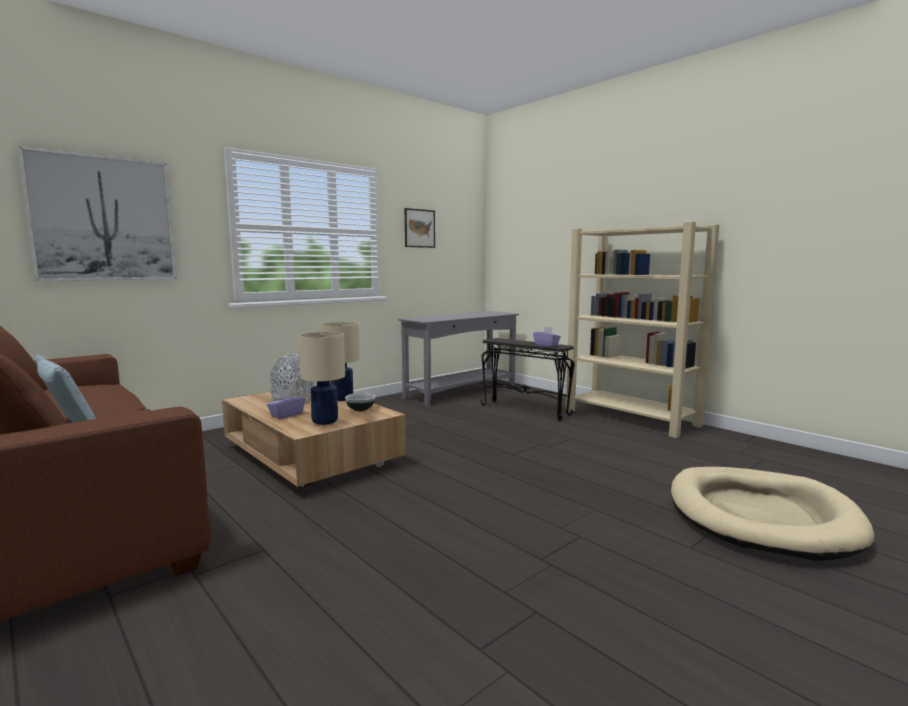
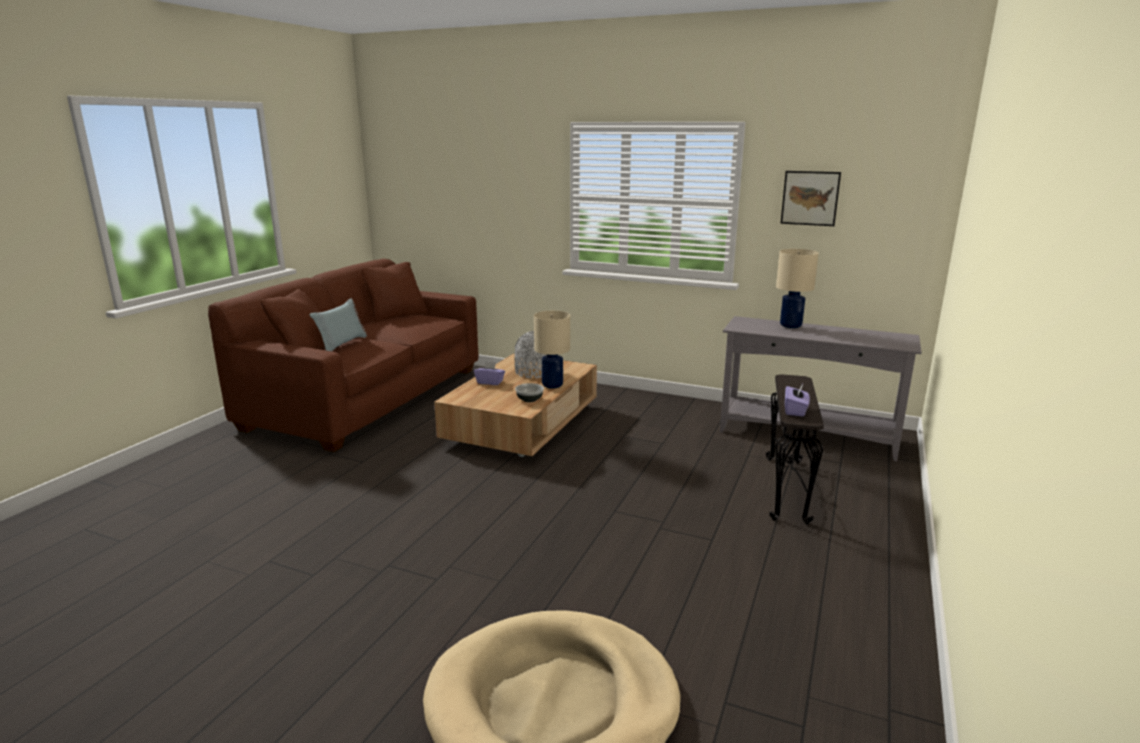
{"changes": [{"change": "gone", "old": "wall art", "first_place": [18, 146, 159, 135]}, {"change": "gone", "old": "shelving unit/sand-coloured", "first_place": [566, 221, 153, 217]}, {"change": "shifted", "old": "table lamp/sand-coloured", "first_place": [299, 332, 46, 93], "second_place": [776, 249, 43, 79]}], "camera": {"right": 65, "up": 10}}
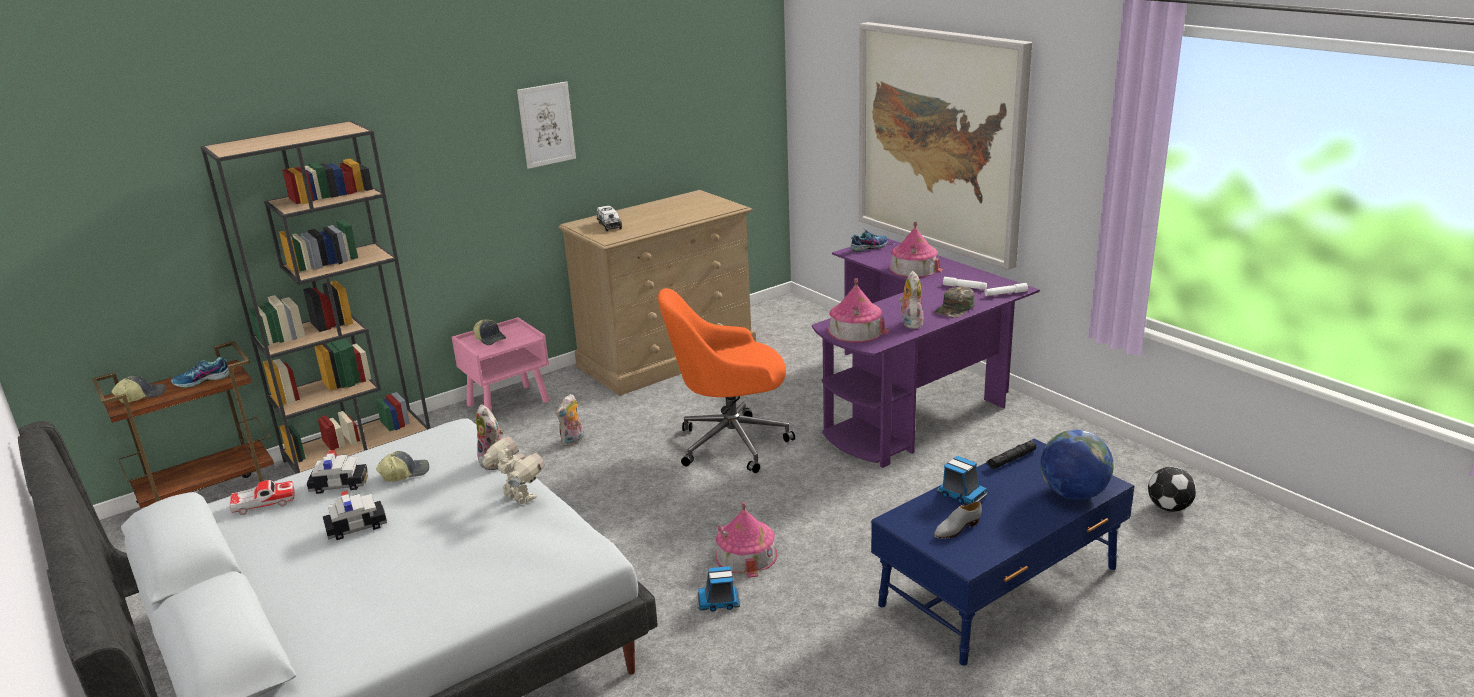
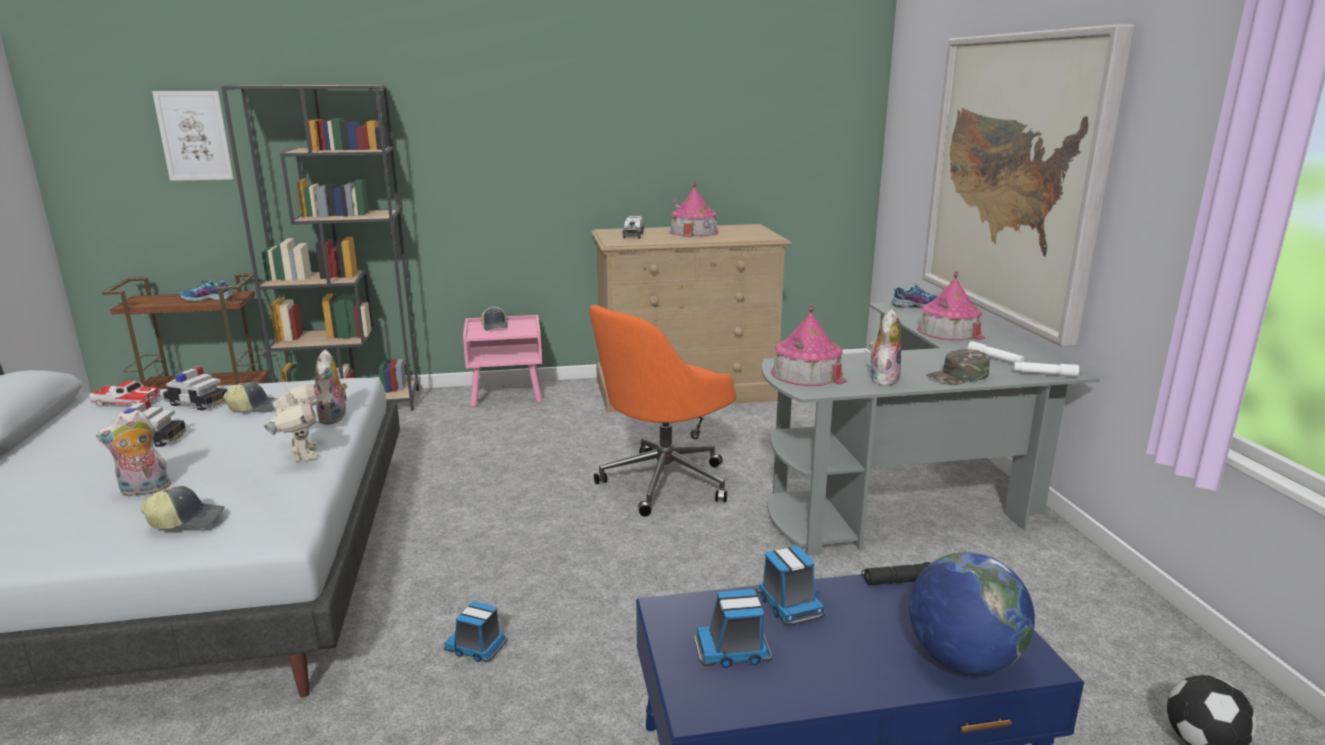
{"changes": [{"change": "shifted", "old": "cap", "first_place": [112, 376, 53, 27], "second_place": [140, 486, 84, 43]}, {"change": "shifted", "old": "wall art", "first_place": [517, 81, 59, 88], "second_place": [152, 91, 82, 90]}, {"change": "shifted", "old": "soft toy", "first_place": [556, 394, 28, 53], "second_place": [96, 410, 76, 87]}, {"change": "shifted", "old": "miniature house", "first_place": [715, 502, 62, 76], "second_place": [669, 182, 50, 55]}, {"change": "swapped", "old": "item of footwear/gray", "new": "toy lorry", "first_place": [934, 501, 48, 38], "second_place": [694, 589, 78, 79]}, {"change": "repainted", "old": "desk unit/purple-coloured", "new": "desk unit/gray", "first_place": [812, 239, 228, 229], "second_place": [762, 303, 338, 252]}, {"change": "rotated", "old": "desk chair/orangey", "first_place": [658, 288, 137, 185], "second_place": [590, 305, 146, 212], "degrees": -60}], "camera": {"right": 25, "up": -5}}
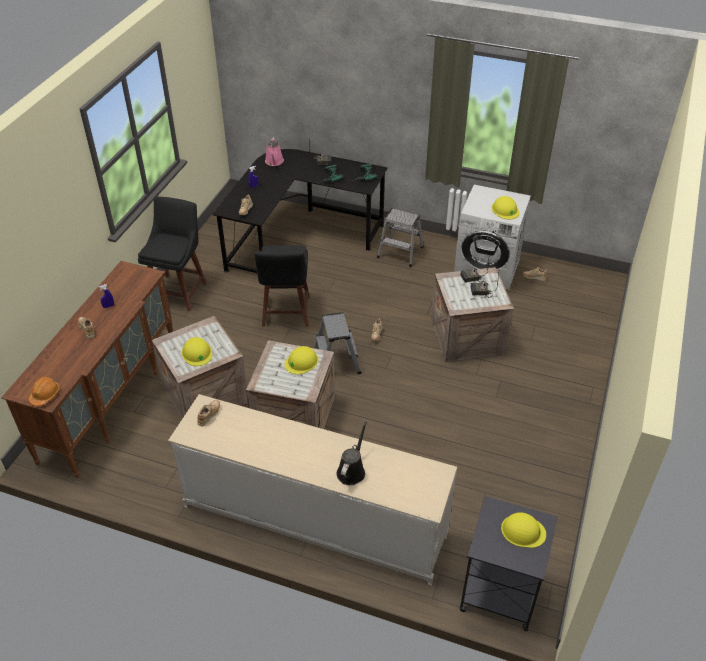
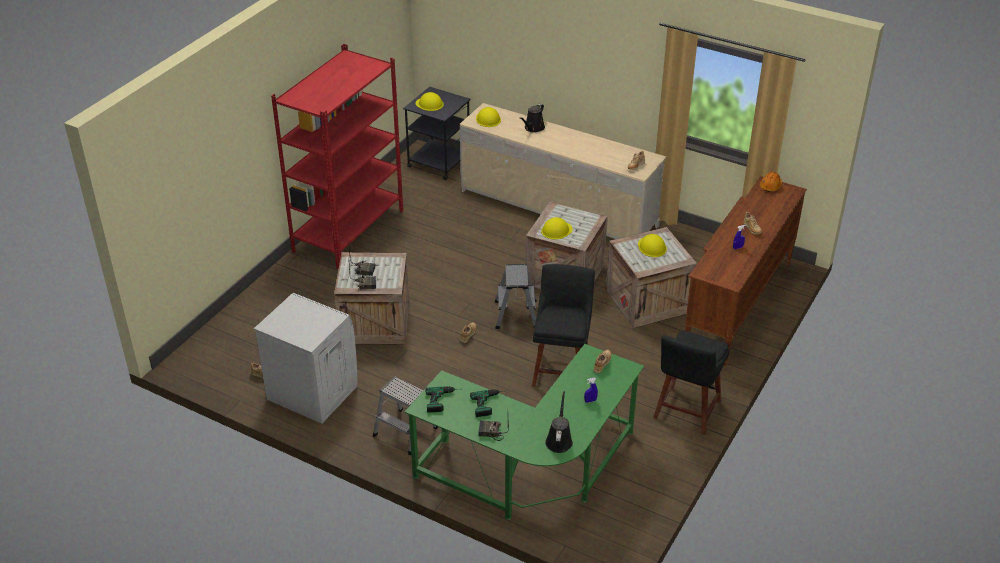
{"changes": [{"change": "new", "new": "shelving unit/red", "second_place": [271, 44, 132, 225]}, {"change": "shifted", "old": "hard hat/yellowish", "first_place": [492, 196, 28, 23], "second_place": [476, 107, 25, 20]}, {"change": "repainted", "old": "desk unit/black-coloured", "new": "desk unit/green-coloured", "first_place": [212, 149, 176, 124], "second_place": [405, 344, 239, 176]}, {"change": "repainted", "old": "watering pot/pink-coloured", "new": "watering pot/black-coloured", "first_place": [265, 137, 19, 29], "second_place": [545, 391, 28, 62]}], "camera": {"right": -170, "up": -5}}
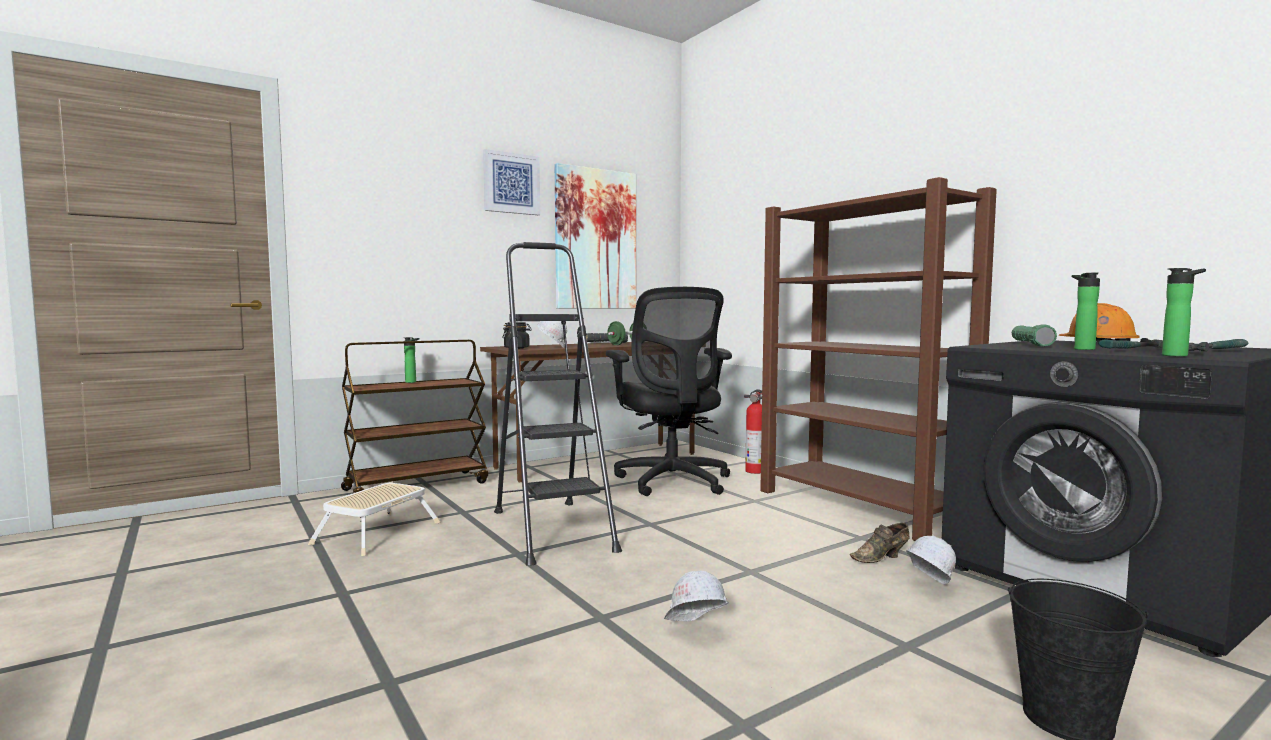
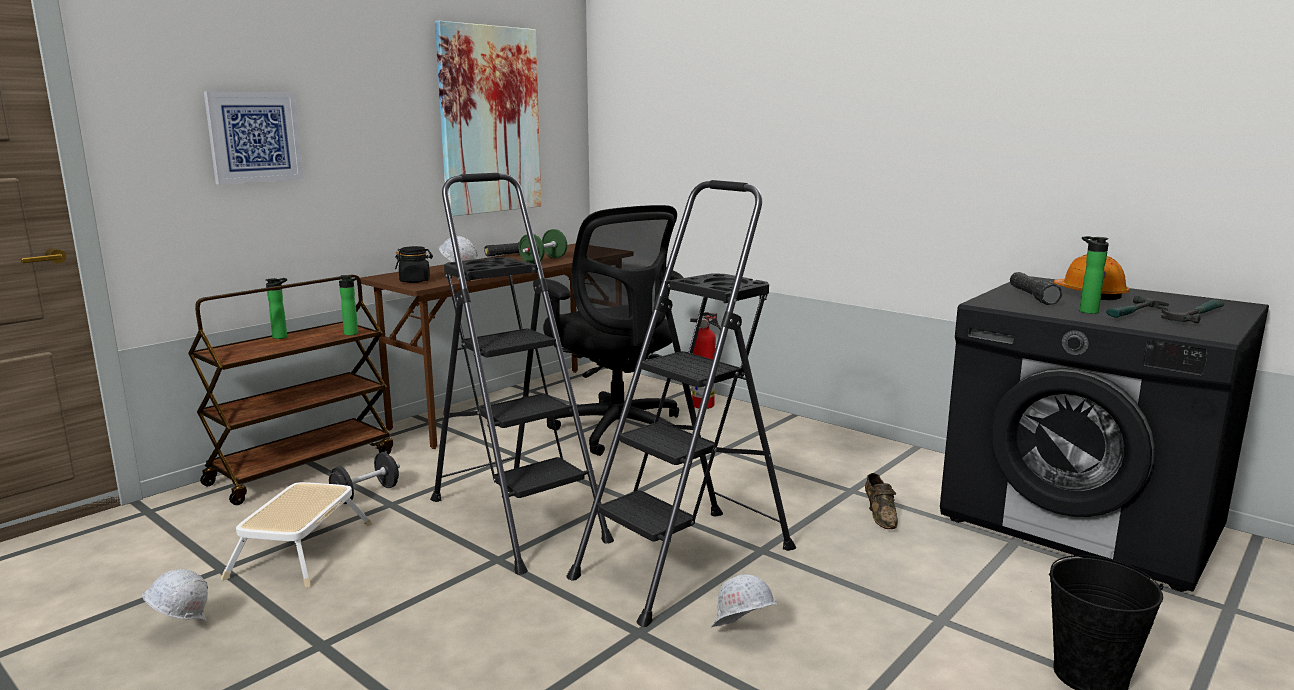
{"changes": [{"change": "gone", "old": "shelving unit/brown", "first_place": [760, 177, 237, 364]}, {"change": "new", "new": "dumbbell/black-coloured", "second_place": [329, 452, 71, 52]}, {"change": "new", "new": "step ladder", "second_place": [566, 180, 230, 447]}, {"change": "shifted", "old": "wall art", "first_place": [483, 149, 57, 66], "second_place": [204, 91, 99, 94]}, {"change": "shifted", "old": "hard hat/white", "first_place": [906, 536, 50, 49], "second_place": [142, 569, 66, 52]}, {"change": "shifted", "old": "bottle", "first_place": [1162, 268, 44, 89], "second_place": [339, 275, 19, 60]}, {"change": "repainted", "old": "flashlight/green-coloured", "new": "flashlight/black-coloured", "first_place": [1011, 324, 46, 23], "second_place": [1010, 272, 52, 33]}, {"change": "rotated", "old": "item of footwear/brown", "first_place": [850, 523, 60, 40], "second_place": [865, 473, 33, 56], "degrees": -60}], "camera": {"right": -15, "up": 10}}
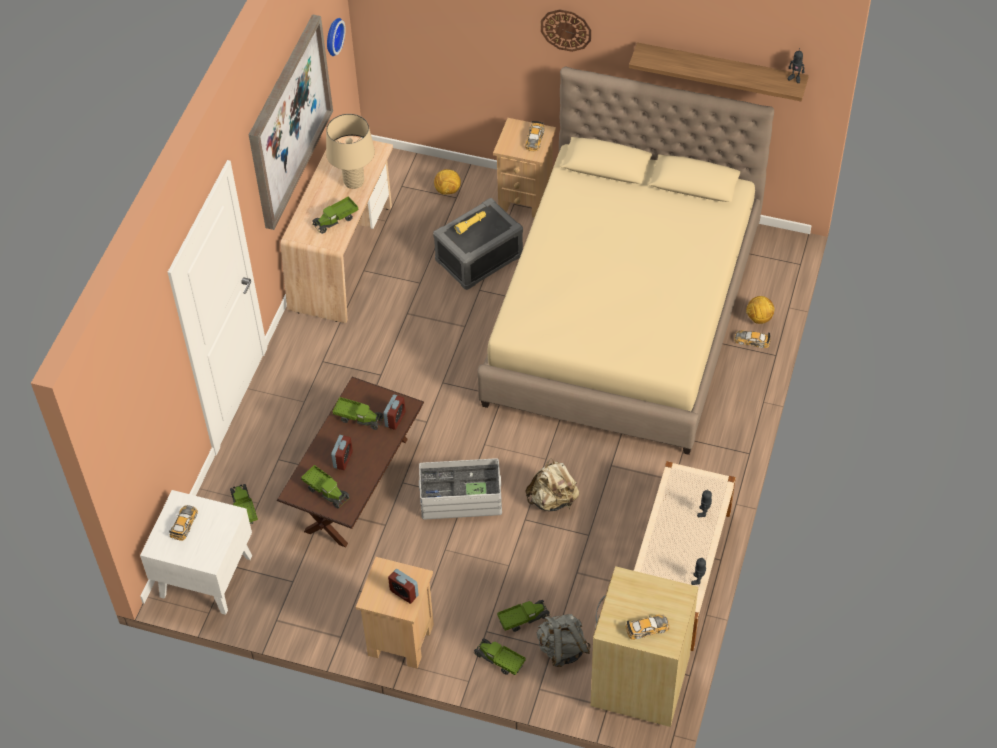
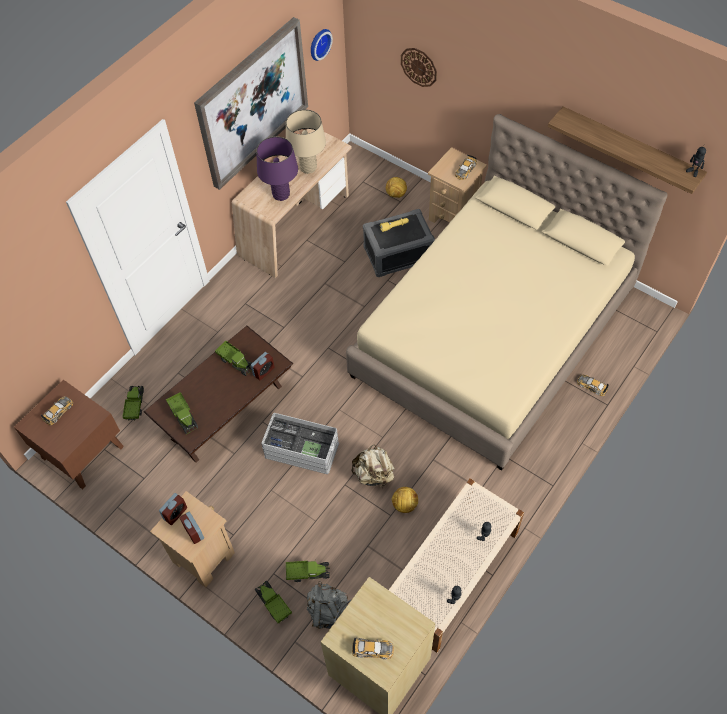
{"changes": [{"change": "shifted", "old": "table clock", "first_place": [331, 435, 22, 35], "second_place": [159, 493, 28, 32]}, {"change": "shifted", "old": "hanging clock", "first_place": [541, 9, 50, 43], "second_place": [401, 48, 36, 39]}, {"change": "shifted", "old": "football", "first_place": [746, 296, 29, 28], "second_place": [391, 487, 27, 26]}, {"change": "swapped", "old": "toy lorry", "new": "table lamp/purple-coloured", "first_place": [312, 196, 47, 38], "second_place": [256, 136, 42, 65]}, {"change": "repainted", "old": "bedside table/white", "new": "bedside table/brown", "first_place": [140, 490, 112, 125], "second_place": [14, 380, 110, 110]}], "camera": {"right": 20, "up": 5}}
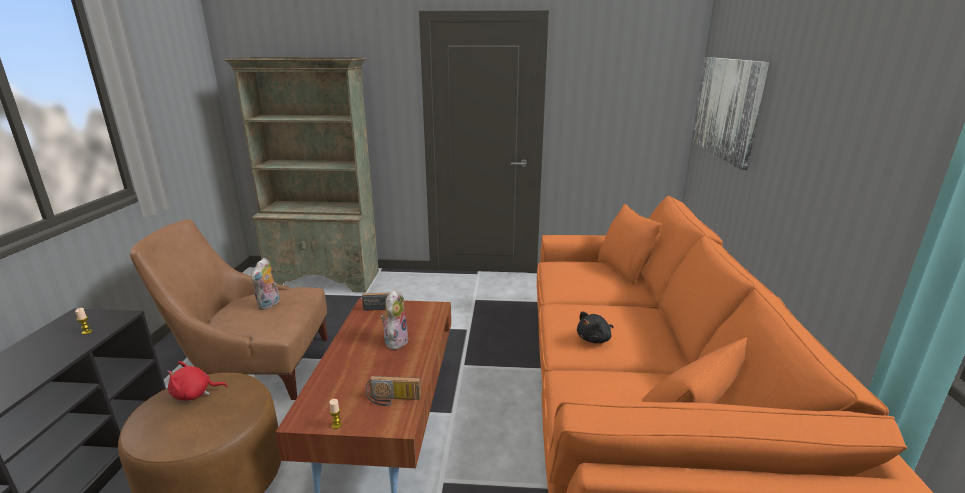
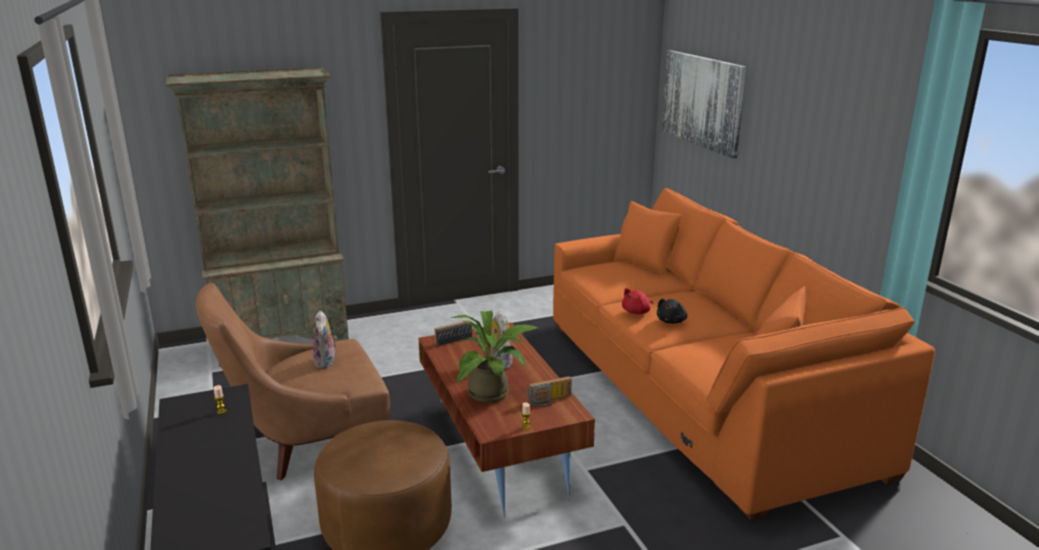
{"changes": [{"change": "new", "new": "potted plant", "second_place": [452, 310, 87, 93]}, {"change": "shifted", "old": "soft toy/red", "first_place": [166, 361, 61, 40], "second_place": [622, 288, 31, 26]}], "camera": {"right": -25, "up": 0}}
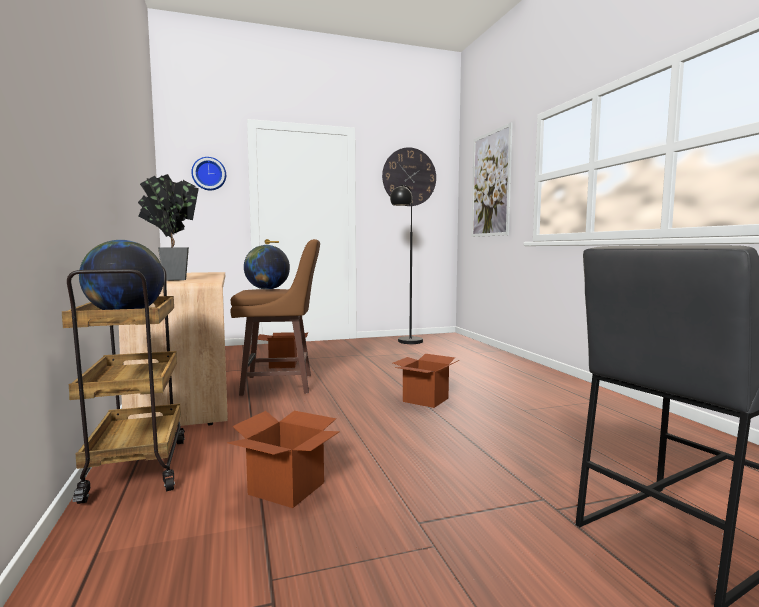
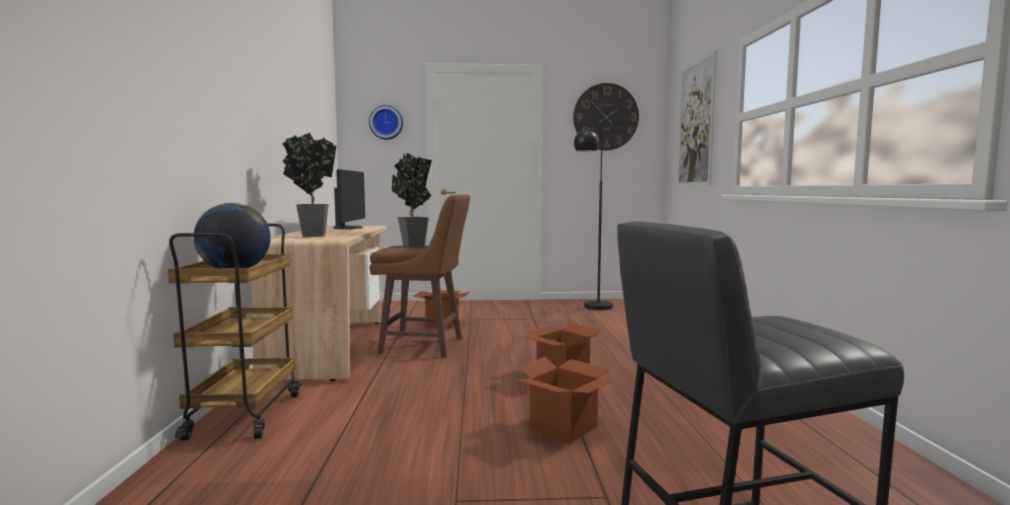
{"changes": [{"change": "new", "new": "computer display", "second_place": [334, 169, 31, 60]}, {"change": "shifted", "old": "carton", "first_place": [227, 411, 113, 97], "second_place": [516, 357, 98, 86]}, {"change": "swapped", "old": "world globe", "new": "potted plant", "first_place": [244, 245, 46, 45], "second_place": [392, 153, 40, 94]}], "camera": {"right": 15, "up": 0}}
